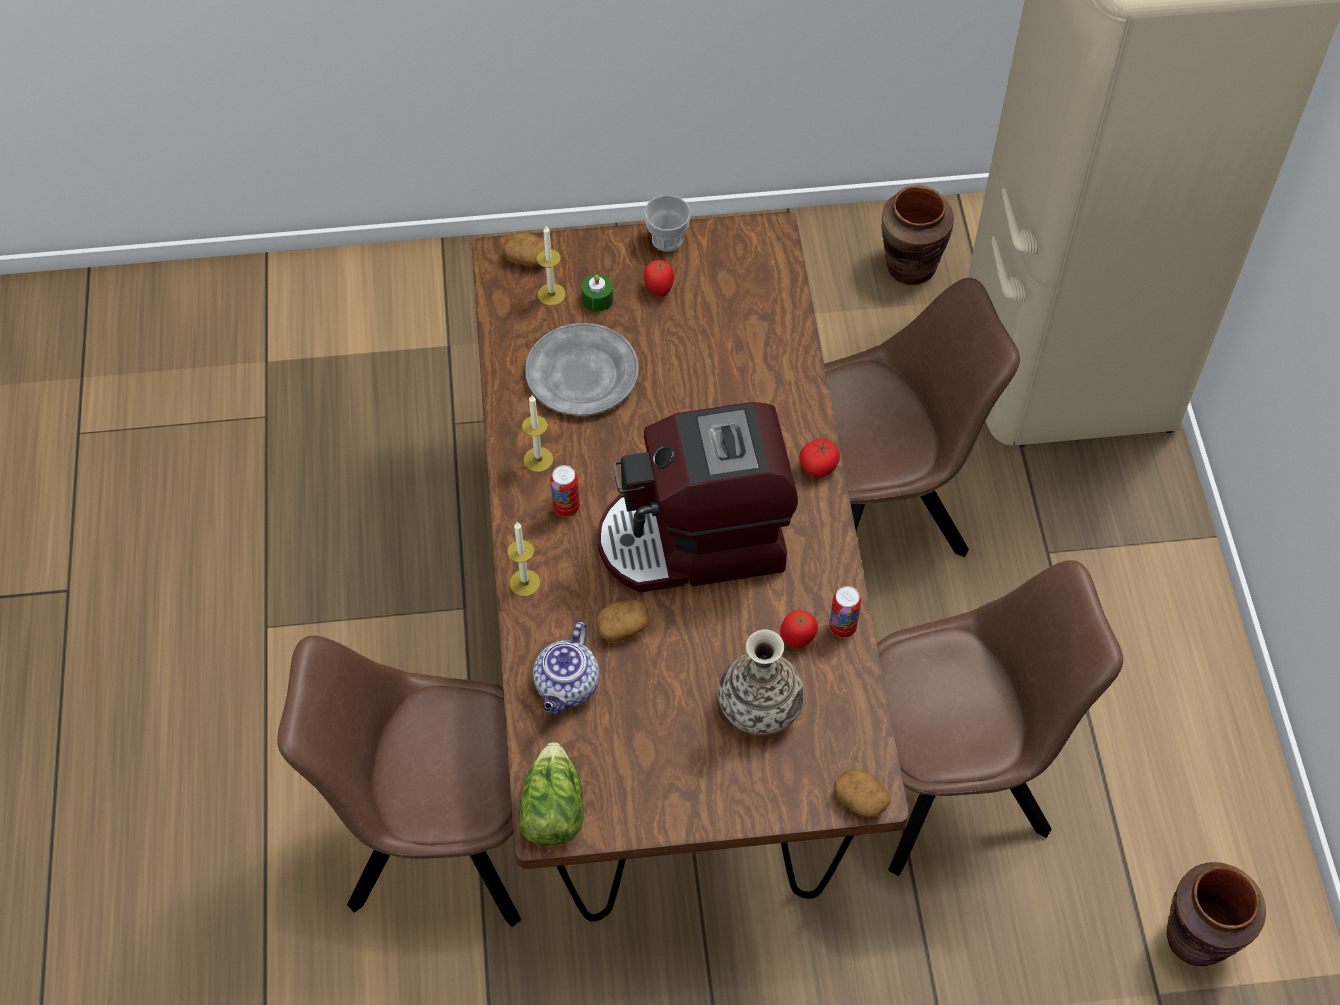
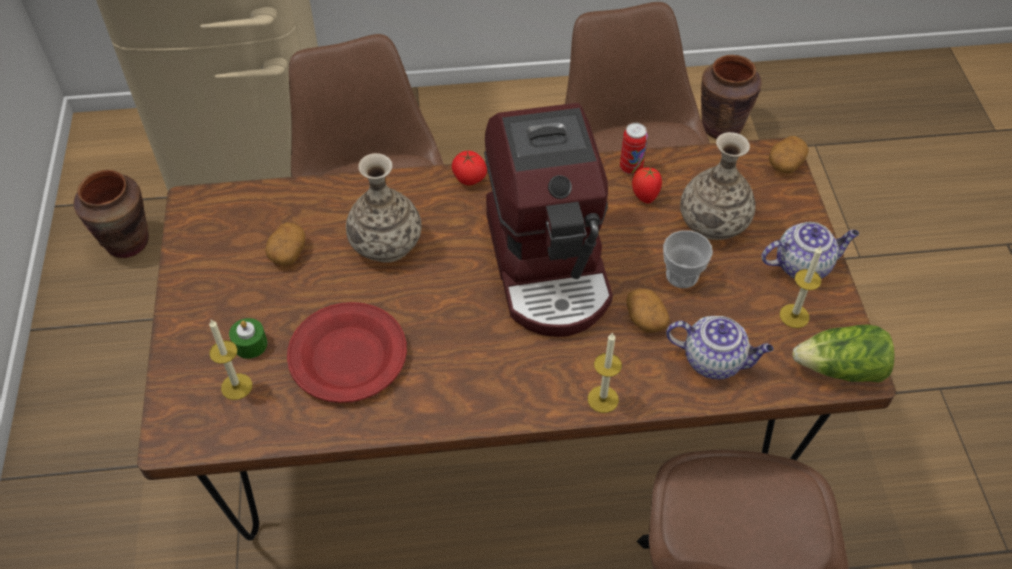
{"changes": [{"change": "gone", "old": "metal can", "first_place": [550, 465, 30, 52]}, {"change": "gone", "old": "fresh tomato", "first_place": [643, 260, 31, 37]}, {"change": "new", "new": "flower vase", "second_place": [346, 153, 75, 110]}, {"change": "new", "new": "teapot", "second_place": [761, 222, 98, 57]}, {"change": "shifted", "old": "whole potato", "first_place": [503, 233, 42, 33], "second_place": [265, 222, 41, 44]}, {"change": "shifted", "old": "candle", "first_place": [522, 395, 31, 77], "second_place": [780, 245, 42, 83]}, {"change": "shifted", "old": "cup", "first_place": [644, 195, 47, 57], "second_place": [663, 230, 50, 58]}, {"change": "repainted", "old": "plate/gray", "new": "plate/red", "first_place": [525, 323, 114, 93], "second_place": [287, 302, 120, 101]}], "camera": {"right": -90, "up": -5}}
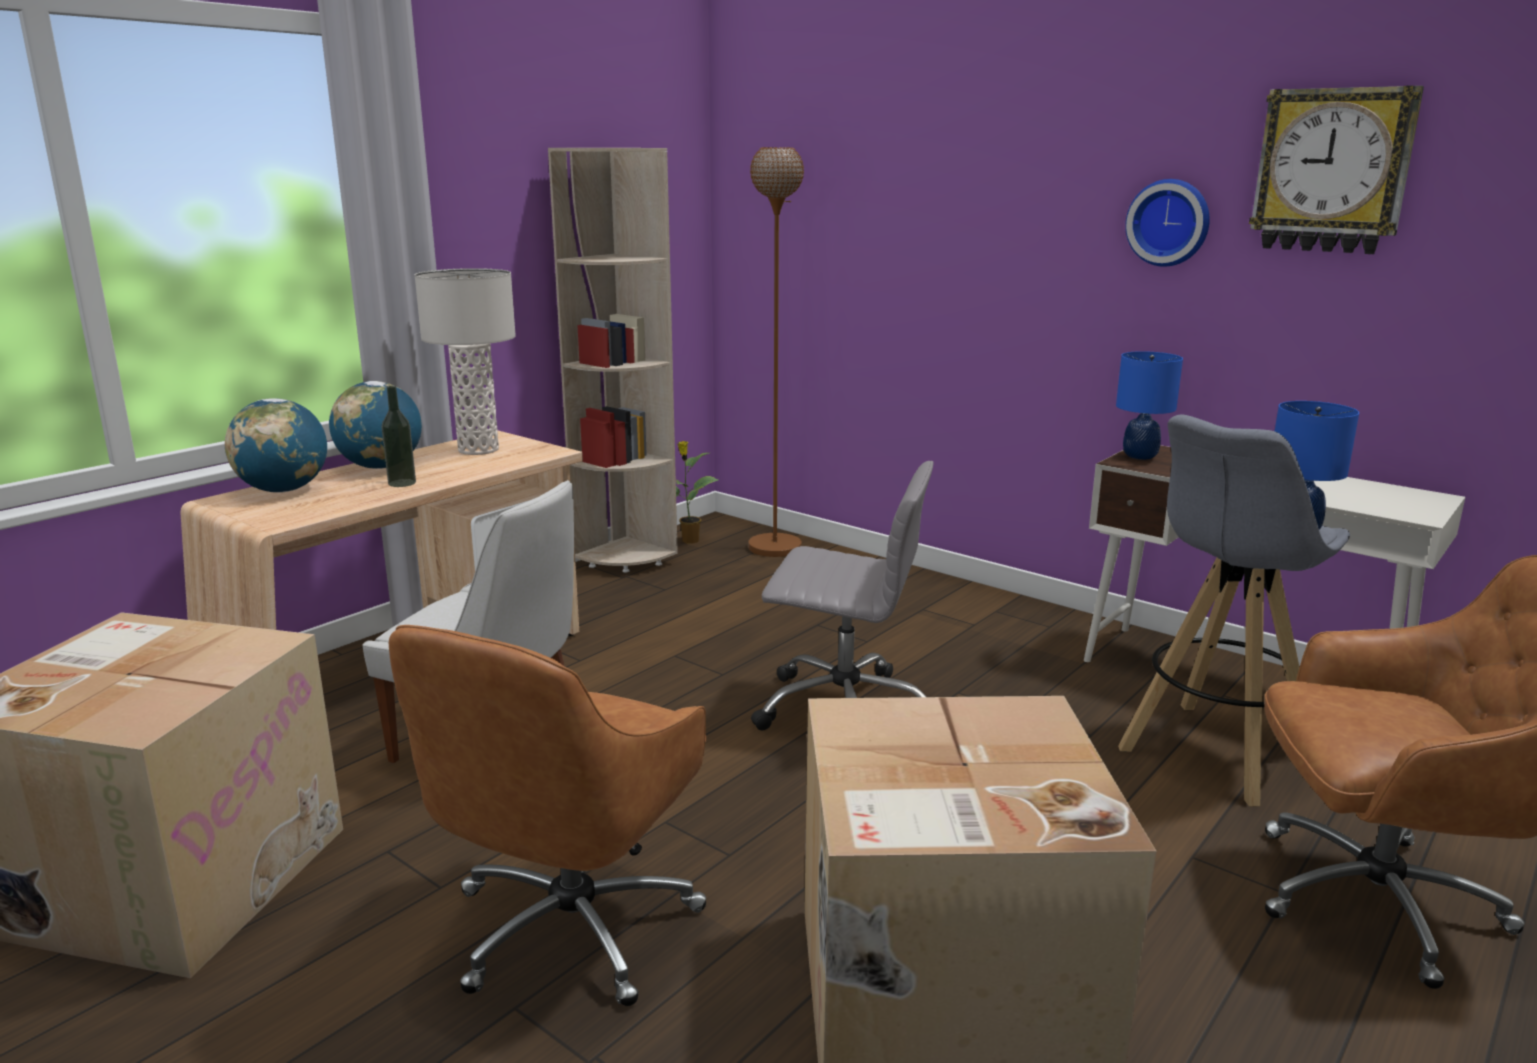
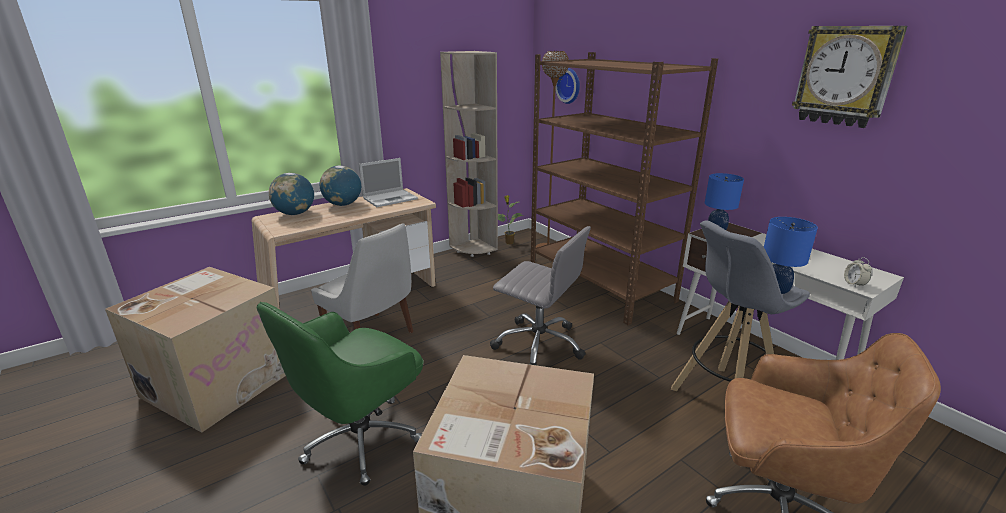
{"changes": [{"change": "gone", "old": "bottle", "first_place": [382, 386, 34, 101]}, {"change": "new", "new": "shelving unit/brown", "second_place": [531, 52, 187, 273]}, {"change": "new", "new": "table clock", "second_place": [844, 257, 28, 31]}, {"change": "shifted", "old": "hanging clock", "first_place": [1125, 179, 85, 88], "second_place": [555, 68, 25, 36]}, {"change": "swapped", "old": "table lamp/white", "new": "laptop", "first_place": [415, 268, 101, 187], "second_place": [359, 158, 59, 49]}, {"change": "repainted", "old": "desk chair/brown", "new": "desk chair/green-coloured", "first_place": [389, 625, 318, 381], "second_place": [257, 302, 167, 184]}], "camera": {"right": 15, "up": 5}}
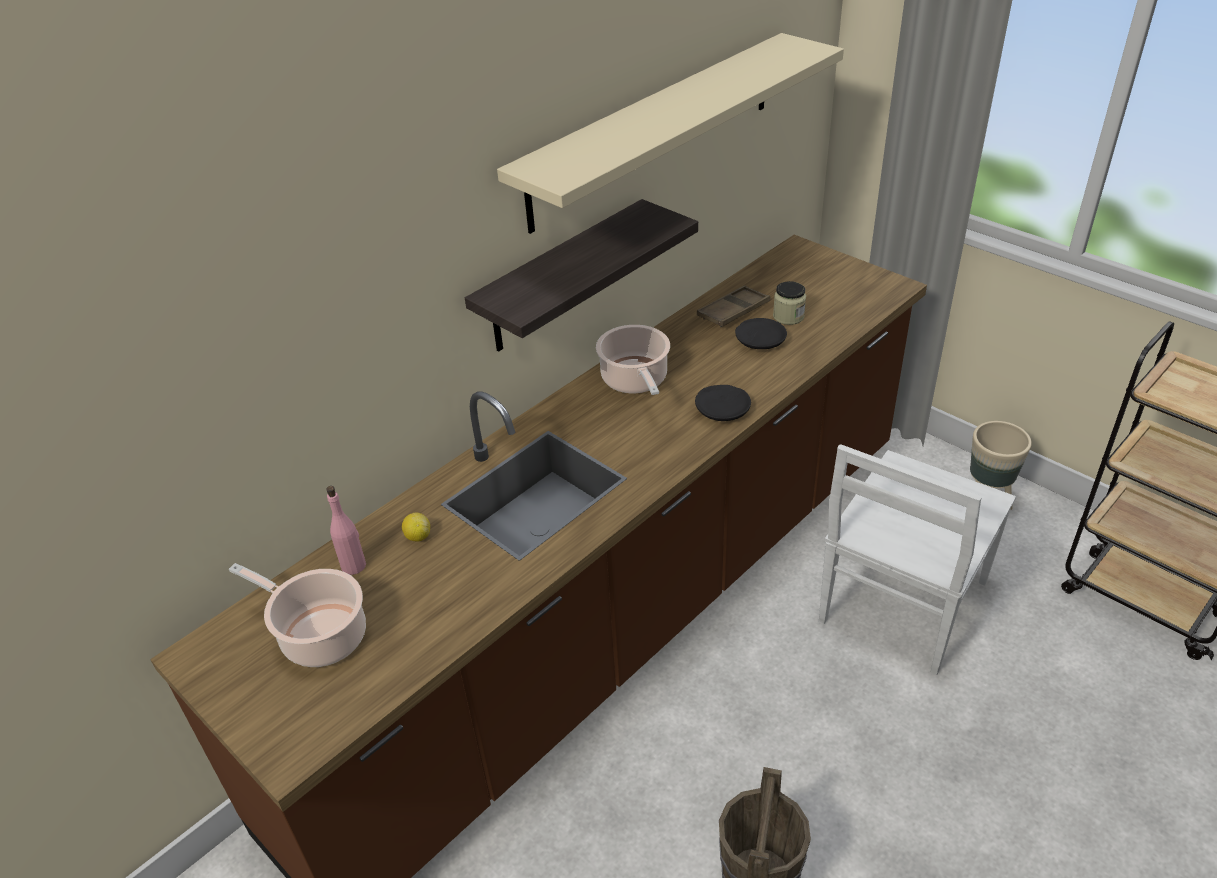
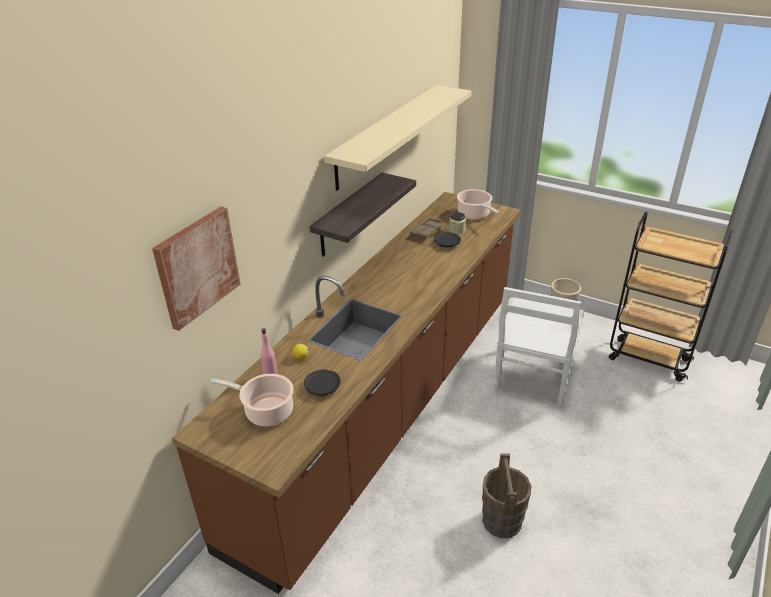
{"changes": [{"change": "new", "new": "wall art", "second_place": [152, 206, 88, 125]}, {"change": "shifted", "old": "stockpot", "first_place": [596, 325, 74, 70], "second_place": [457, 189, 42, 31]}, {"change": "shifted", "old": "plate/black-coloured", "first_place": [695, 385, 56, 36], "second_place": [304, 369, 37, 27]}], "camera": {"right": -15, "up": -5}}
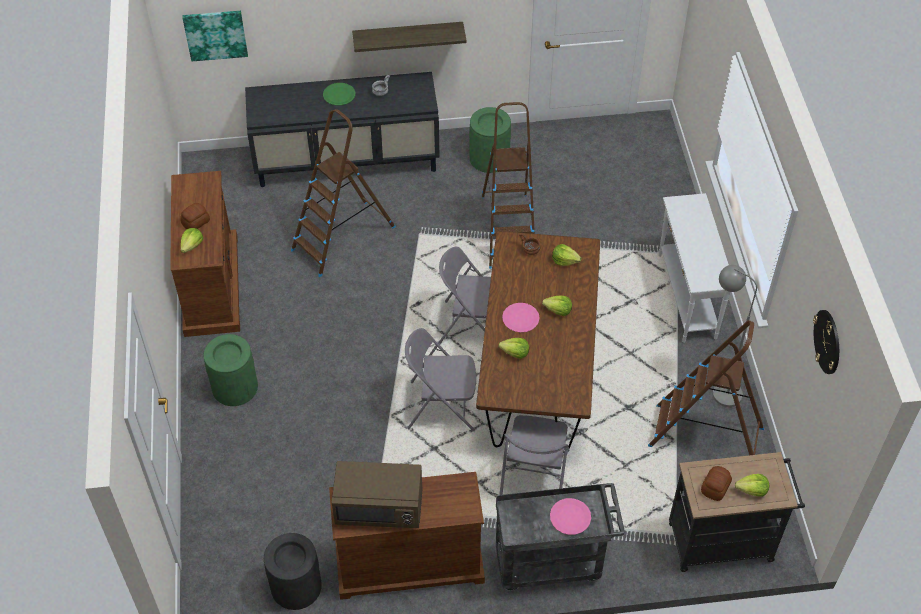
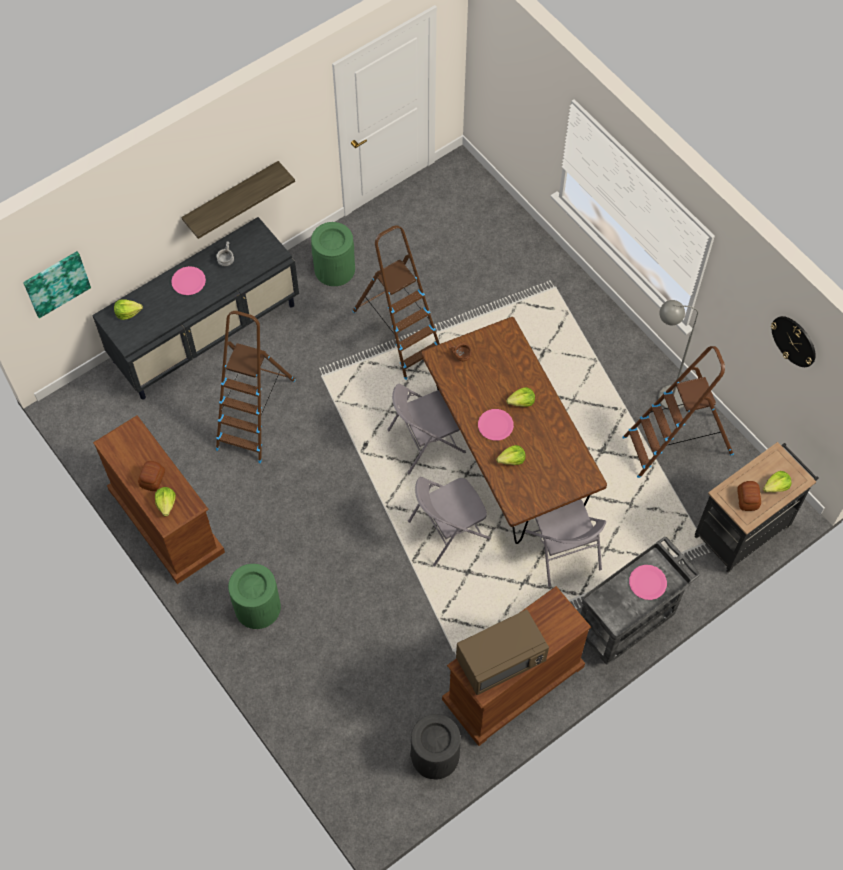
{"changes": [{"change": "gone", "old": "console table/white", "first_place": [658, 193, 72, 150]}, {"change": "shifted", "old": "head of lettuce", "first_place": [552, 244, 29, 22], "second_place": [114, 299, 29, 21]}, {"change": "repainted", "old": "plate/green-coloured", "new": "plate/pink-coloured", "first_place": [323, 83, 33, 22], "second_place": [171, 266, 35, 29]}], "camera": {"right": -30, "up": 10}}
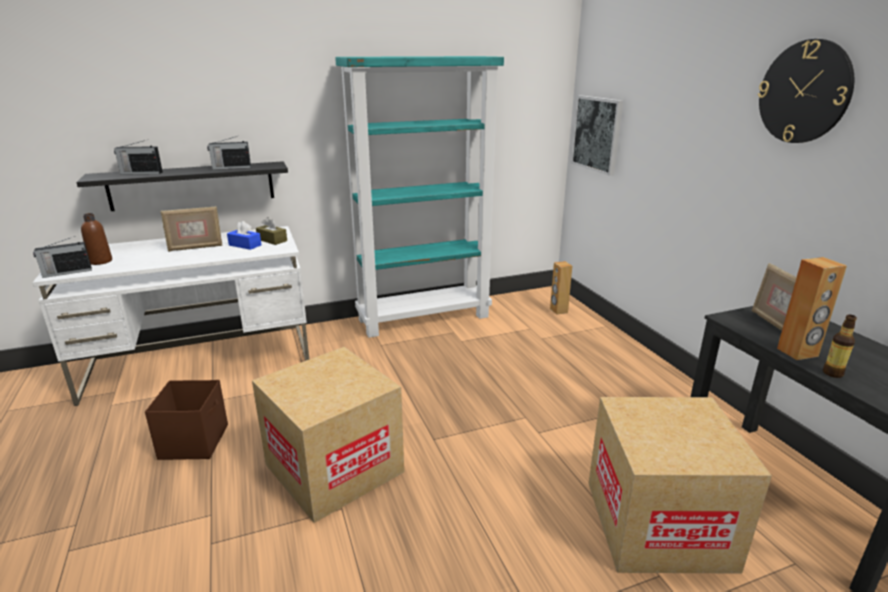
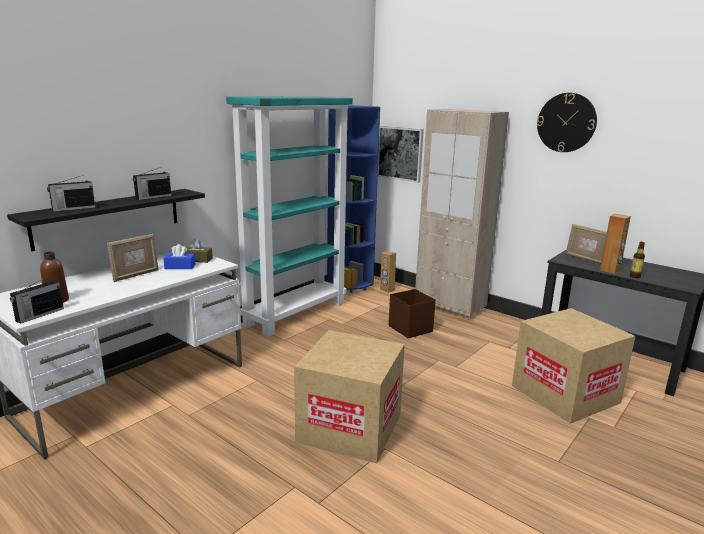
{"changes": [{"change": "new", "new": "shelving unit/blue-coloured", "second_place": [327, 105, 53, 188]}, {"change": "new", "new": "cabinet/sand-coloured", "second_place": [415, 109, 94, 209]}, {"change": "shifted", "old": "storage box/brown", "first_place": [145, 380, 83, 80], "second_place": [389, 289, 47, 49]}], "camera": {"right": -30, "up": -5}}
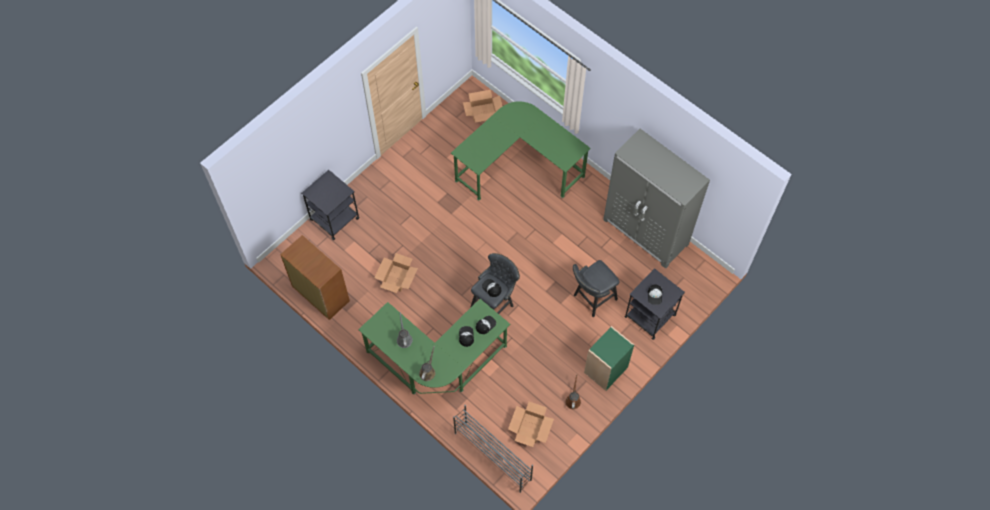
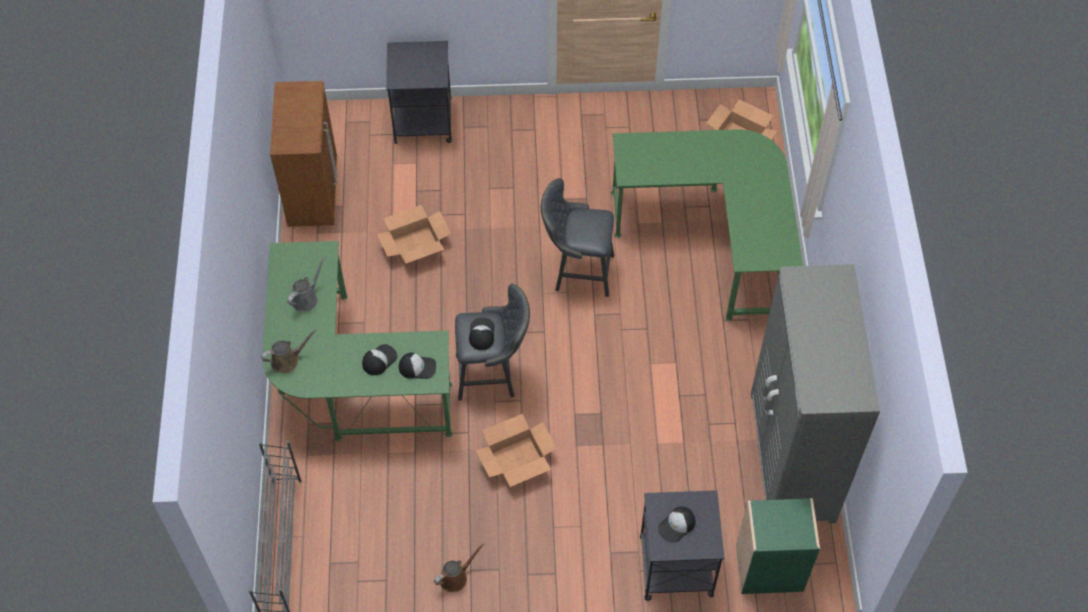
{"changes": [{"change": "shifted", "old": "carton", "first_place": [508, 402, 46, 45], "second_place": [476, 414, 81, 73]}, {"change": "shifted", "old": "sitting stool/gray", "first_place": [573, 260, 47, 57], "second_place": [541, 178, 73, 119]}, {"change": "shifted", "old": "shelving unit/green-coloured", "first_place": [584, 326, 50, 65], "second_place": [736, 498, 84, 96]}], "camera": {"right": 45, "up": -5}}
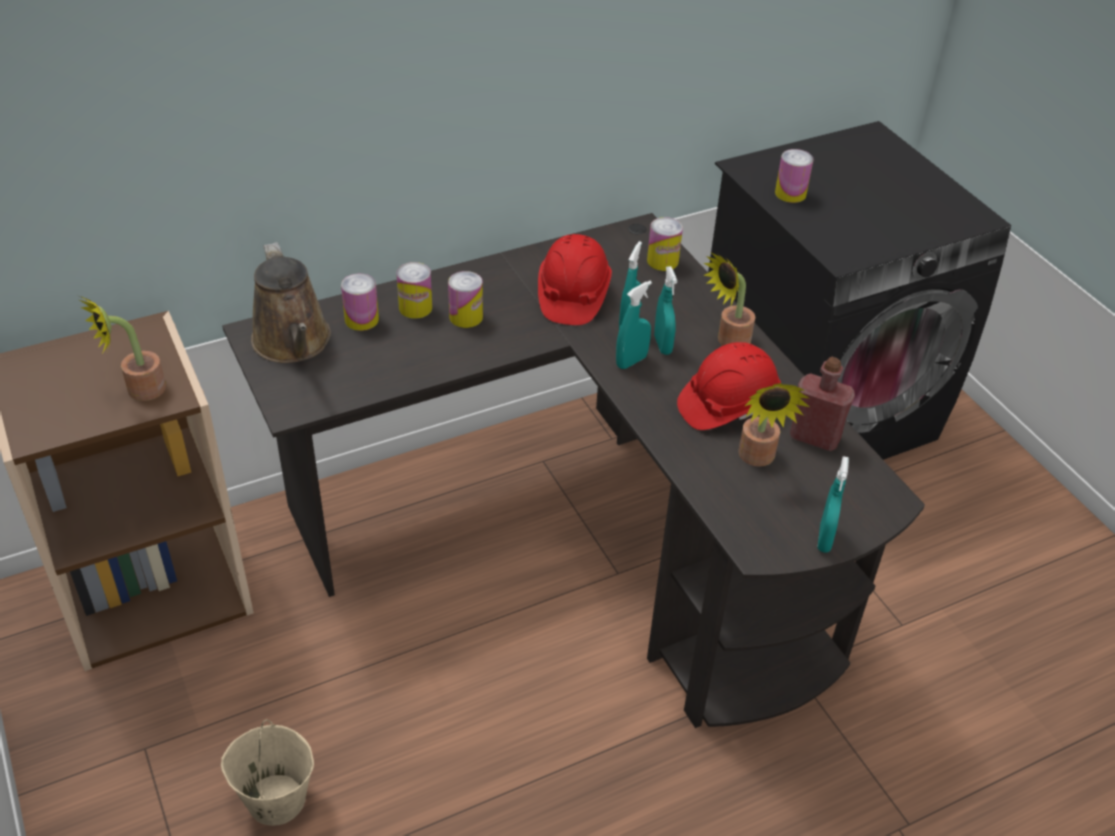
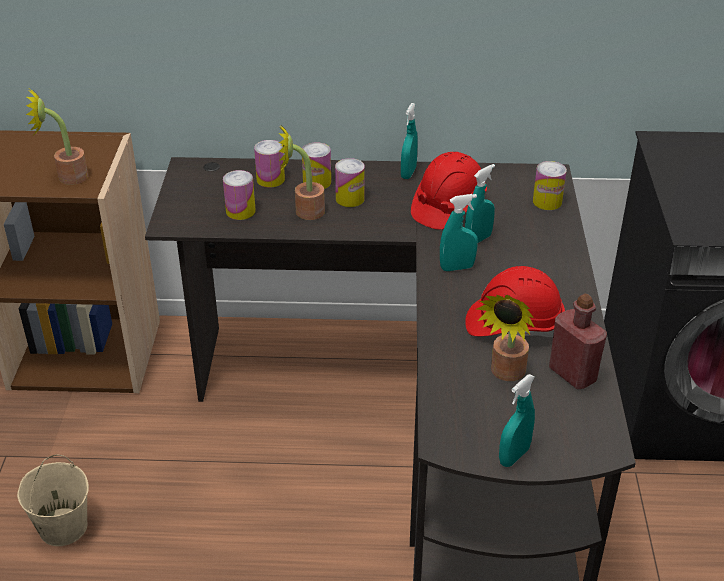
{"changes": [{"change": "gone", "old": "watering pot/brown", "first_place": [251, 242, 80, 121]}, {"change": "shifted", "old": "hand sprayer/turquoise", "first_place": [654, 266, 23, 89], "second_place": [401, 103, 17, 76]}, {"change": "shifted", "old": "potted plant", "first_place": [703, 252, 52, 94], "second_place": [278, 123, 47, 97]}, {"change": "shifted", "old": "metal can", "first_place": [775, 149, 39, 54], "second_place": [223, 170, 33, 50]}], "camera": {"right": 30, "up": -5}}
